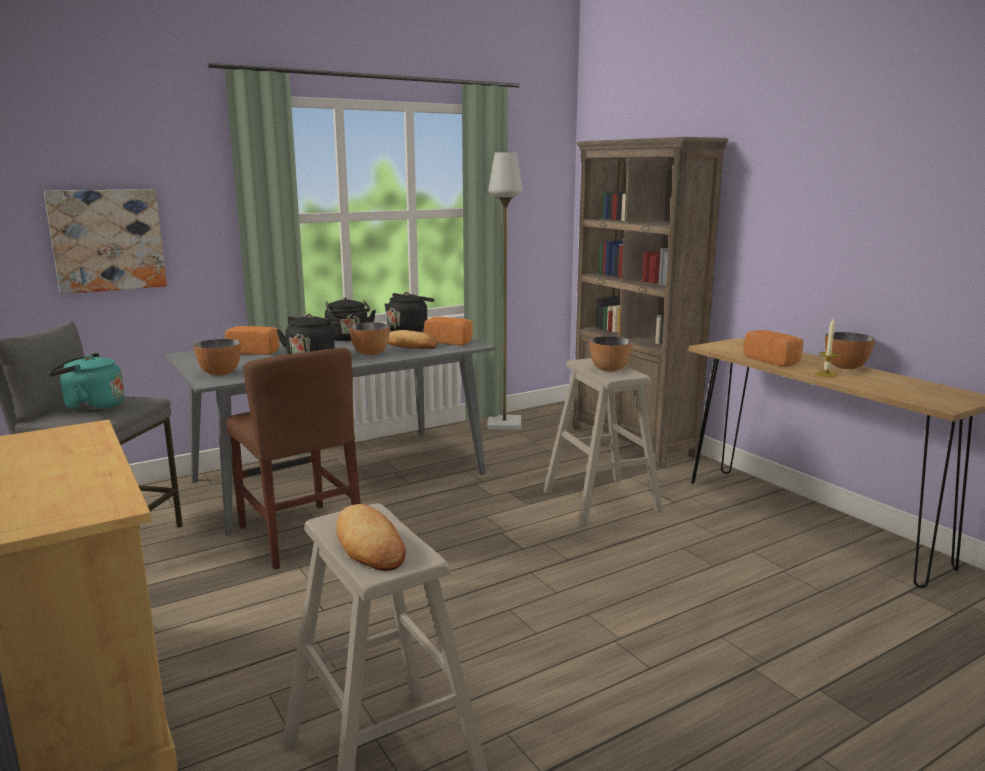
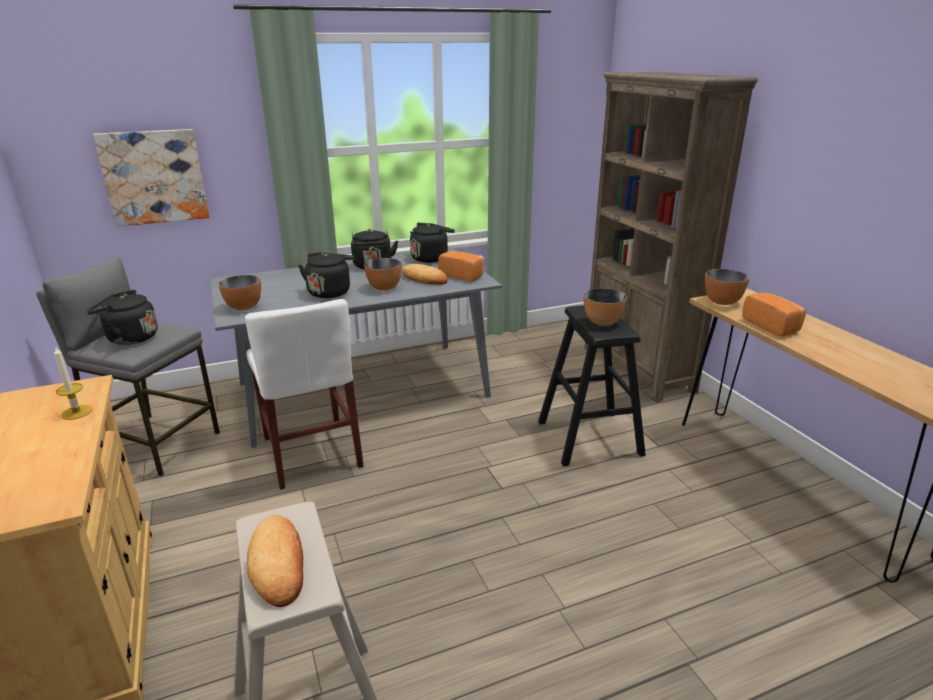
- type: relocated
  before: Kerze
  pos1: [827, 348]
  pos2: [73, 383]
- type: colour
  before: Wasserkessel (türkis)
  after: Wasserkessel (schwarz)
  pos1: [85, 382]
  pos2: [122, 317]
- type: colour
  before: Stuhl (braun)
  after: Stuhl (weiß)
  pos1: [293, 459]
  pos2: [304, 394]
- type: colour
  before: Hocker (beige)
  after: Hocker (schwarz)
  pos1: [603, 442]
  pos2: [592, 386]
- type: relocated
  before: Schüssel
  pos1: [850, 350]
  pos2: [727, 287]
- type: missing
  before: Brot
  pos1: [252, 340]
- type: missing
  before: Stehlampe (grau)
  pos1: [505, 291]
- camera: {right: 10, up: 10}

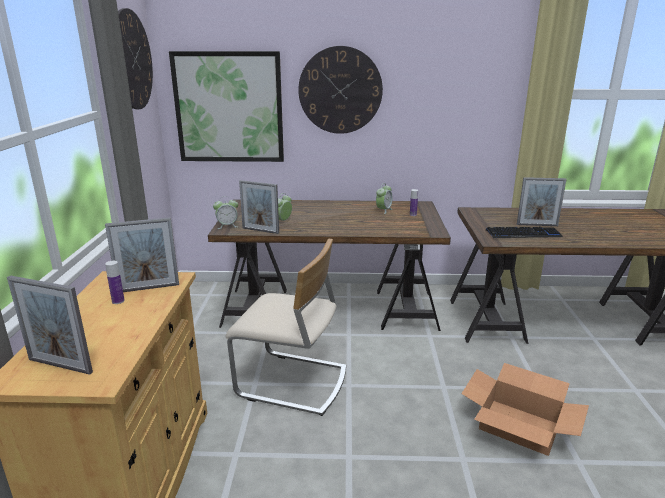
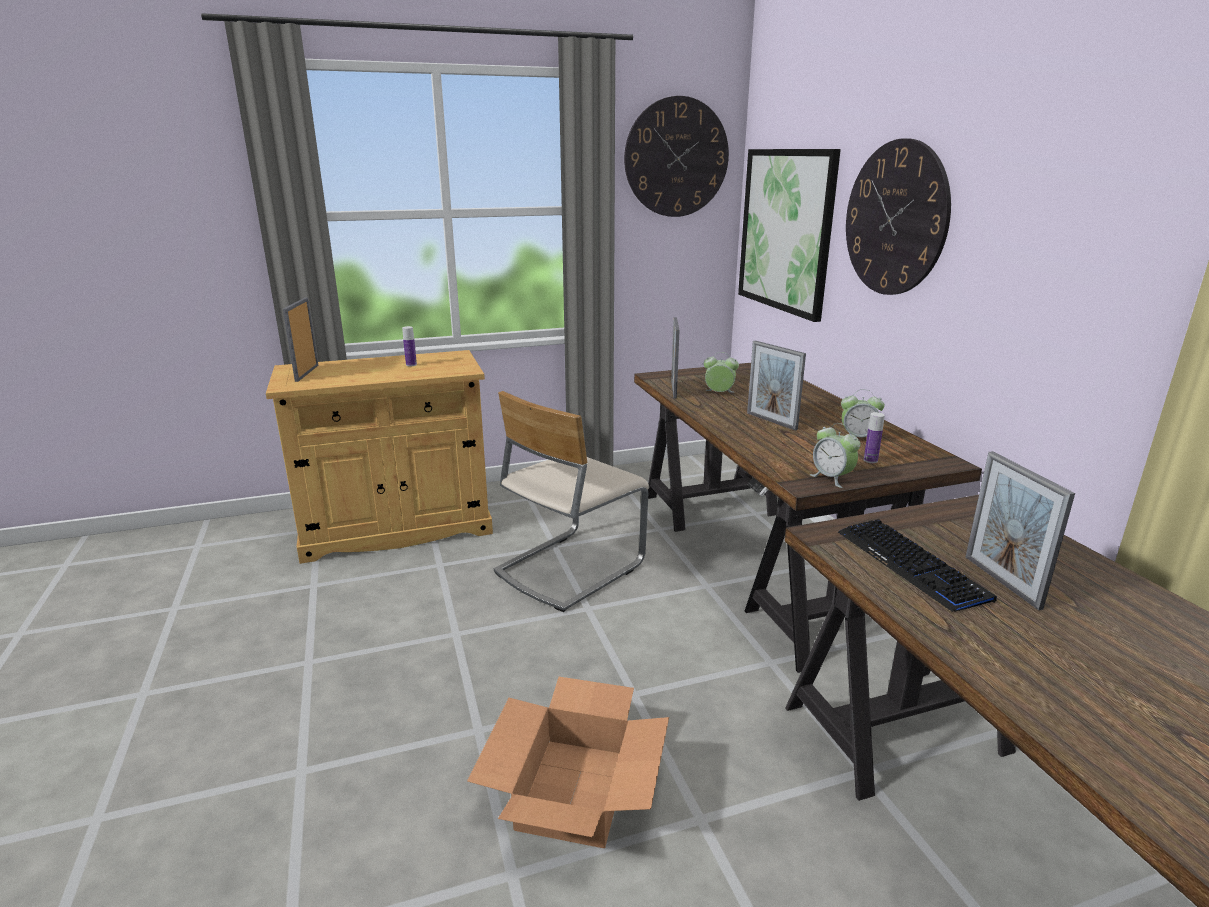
- type: spun
  before: Stuhl (beige)
  pos1: [285, 327]
  pos2: [571, 501]
  turn: 45
- type: relocated
  before: Bilderrahmen
  pos1: [142, 254]
  pos2: [776, 386]
- type: relocated
  before: Wecker
  pos1: [225, 212]
  pos2: [835, 455]
- camera: {right: 70, up: 0}

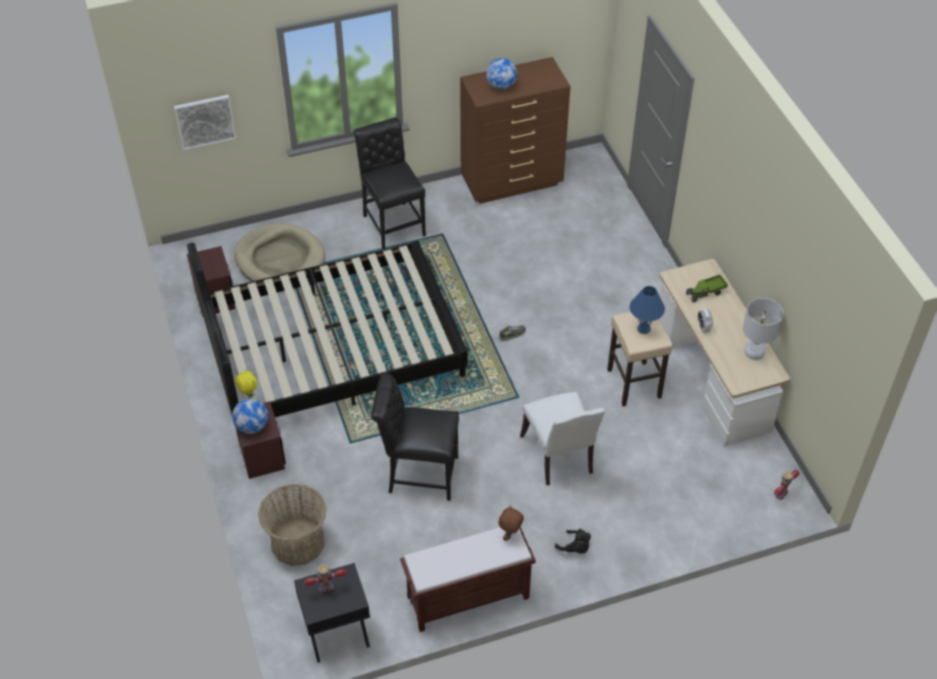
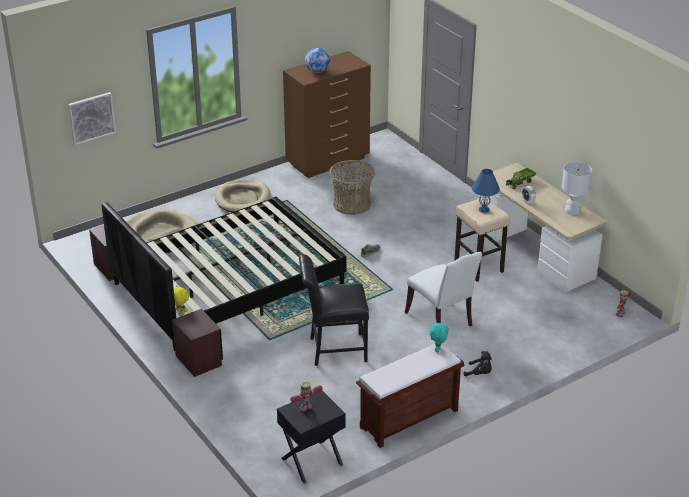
- type: exchanged
  before: Stuhl (schwarz)
  after: Hundebett (beige)
  pos1: [390, 183]
  pos2: [243, 195]
- type: relocated
  before: Korb
  pos1: [292, 525]
  pos2: [352, 187]
- type: colour
  before: Plüschtier (braun)
  after: Plüschtier (türkis)
  pos1: [511, 523]
  pos2: [439, 336]
- type: missing
  before: Globus
  pos1: [250, 416]
- camera: {right: -15, up: -15}

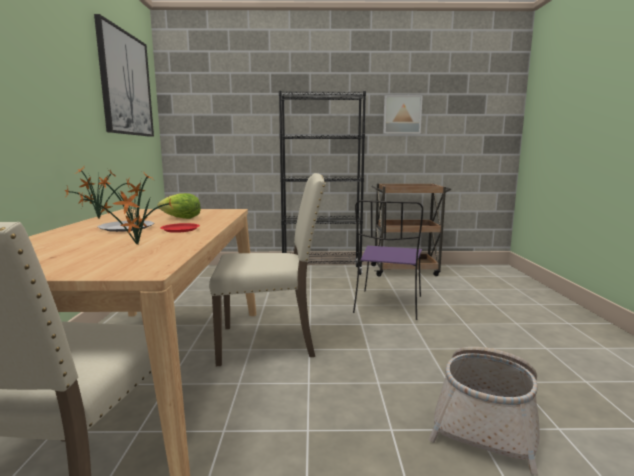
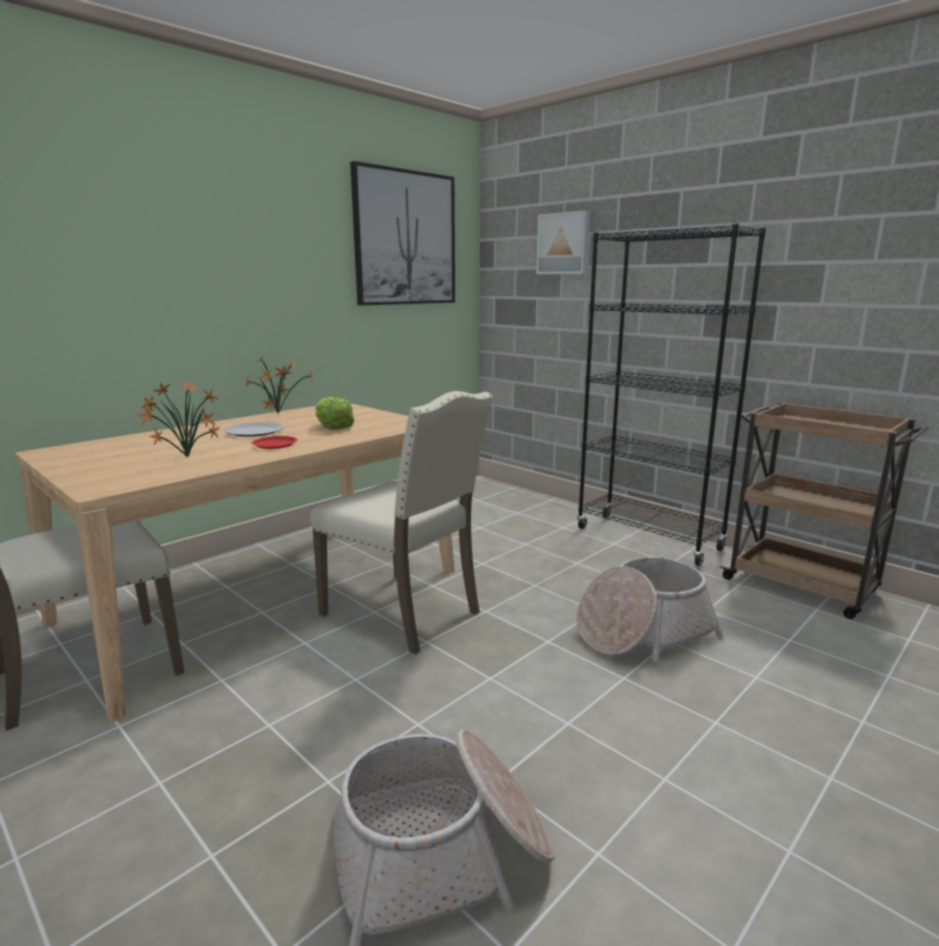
- type: relocated
  before: Bild
  pos1: [403, 114]
  pos2: [563, 242]
- type: exchanged
  before: Stuhl (lila)
  after: Korb
  pos1: [388, 260]
  pos2: [650, 609]
- camera: {right: 45, up: 5}

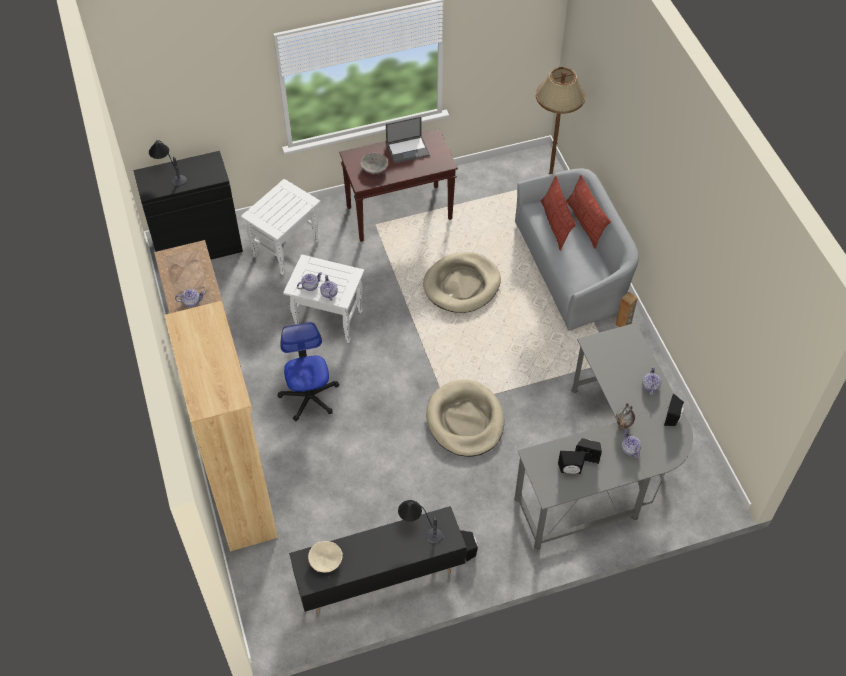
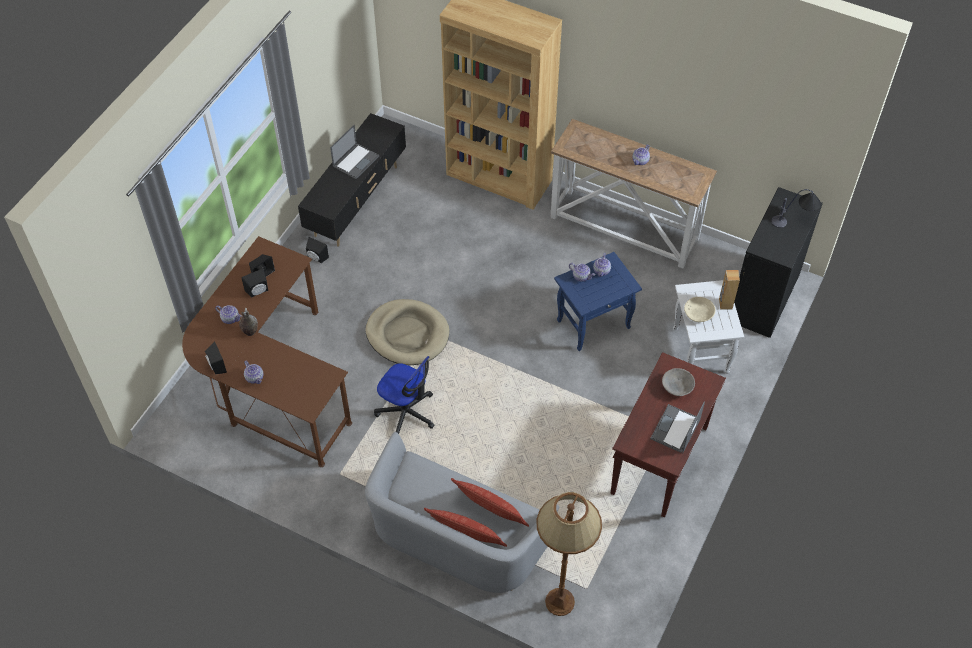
- type: colour
  before: Schreibtisch (grau)
  after: Schreibtisch (braun)
  pos1: [603, 436]
  pos2: [267, 351]
- type: appeared
  after: Laptop
  pos2: [354, 152]
- type: relocated
  before: Bürostuhl
  pos1: [308, 371]
  pos2: [404, 395]
- type: colour
  before: Beistelltisch (weiß)
  after: Beistelltisch (blau)
  pos1: [323, 298]
  pos2: [598, 301]
- type: relocated
  before: Schüssel (beige)
  pos1: [325, 556]
  pos2: [699, 309]
- type: relocated
  before: Lautsprecher (braun)
  pos1: [626, 309]
  pos2: [729, 290]
- type: missing
  before: Tischlampe
  pos1: [420, 522]
- type: missing
  before: Hundebett (beige)
  pos1: [462, 282]
- camera: {right: 135, up: 0}

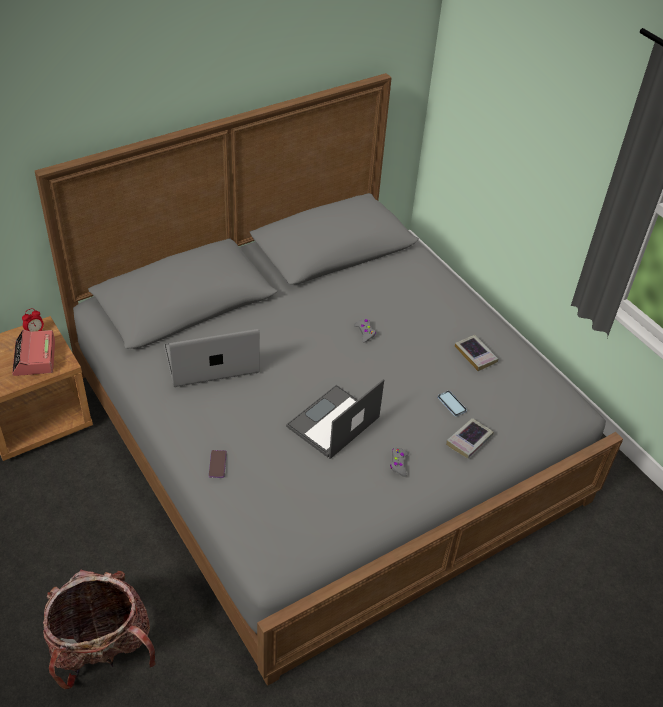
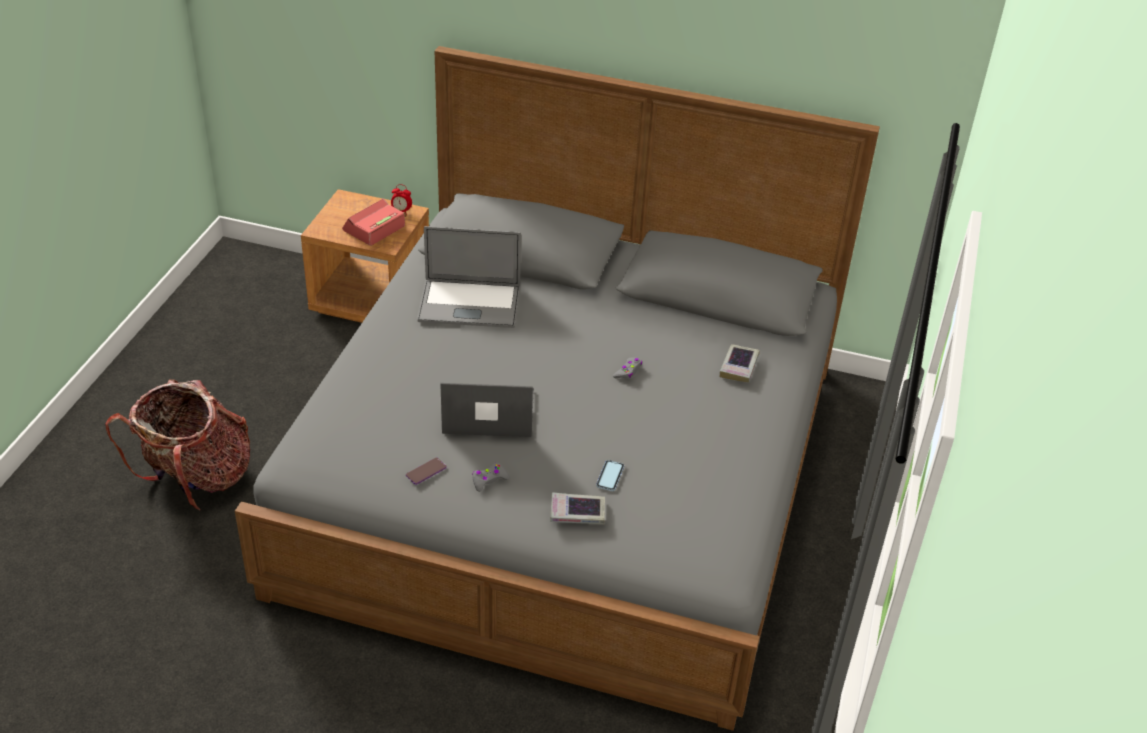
- type: relocated
  before: Handy
  pos1: [218, 464]
  pos2: [426, 471]
- type: spun
  before: Laptop
  pos1: [212, 358]
  pos2: [469, 277]
  turn: 150
- type: relocated
  before: Buch
  pos1: [476, 353]
  pos2: [740, 363]
- camera: {right: 50, up: -5}

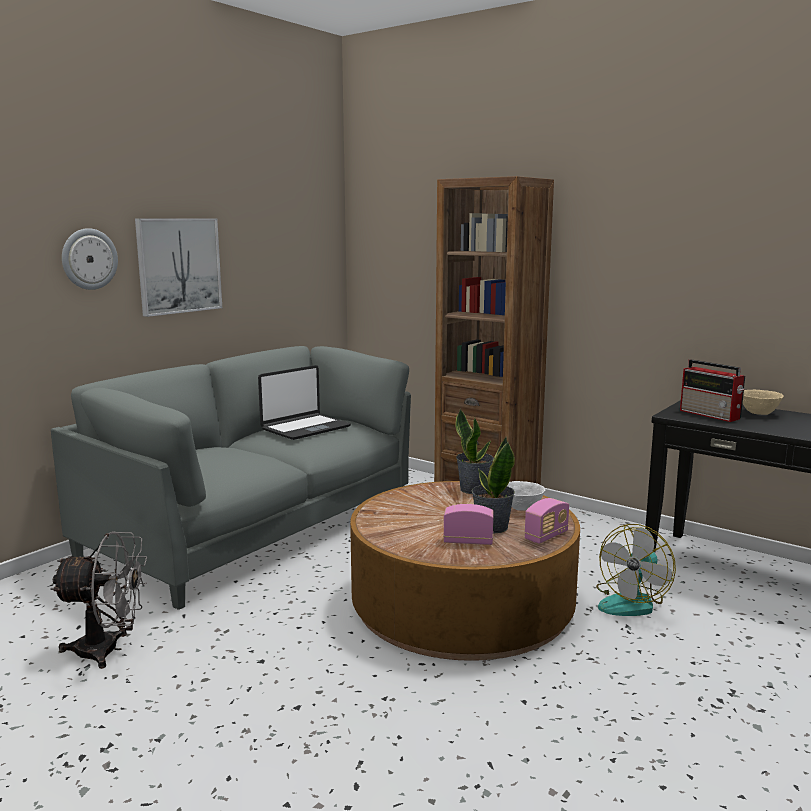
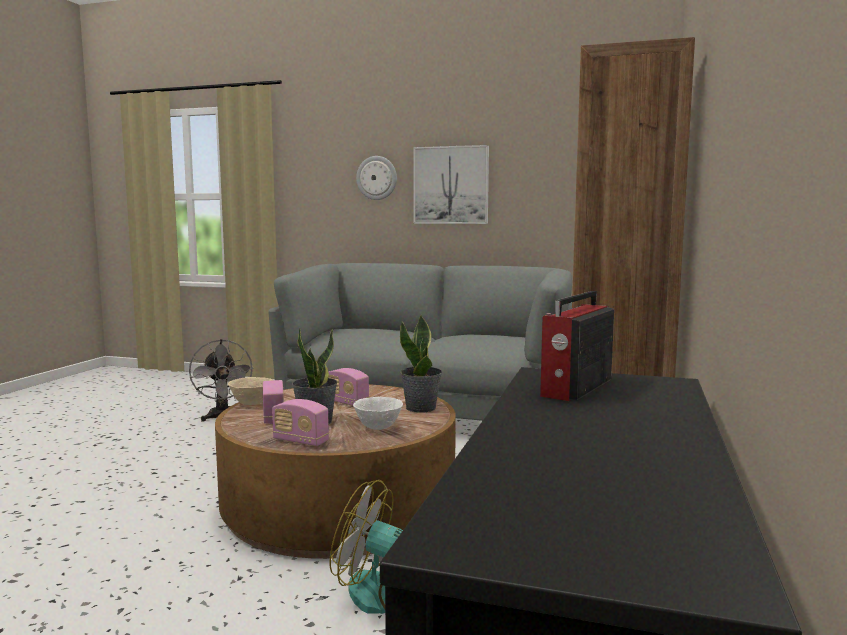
- type: relocated
  before: Schüssel (beige)
  pos1: [763, 402]
  pos2: [250, 391]
- type: appeared
  after: Radio
  pos2: [348, 387]
- type: missing
  before: Laptop
  pos1: [304, 402]
- camera: {right: 70, up: -5}

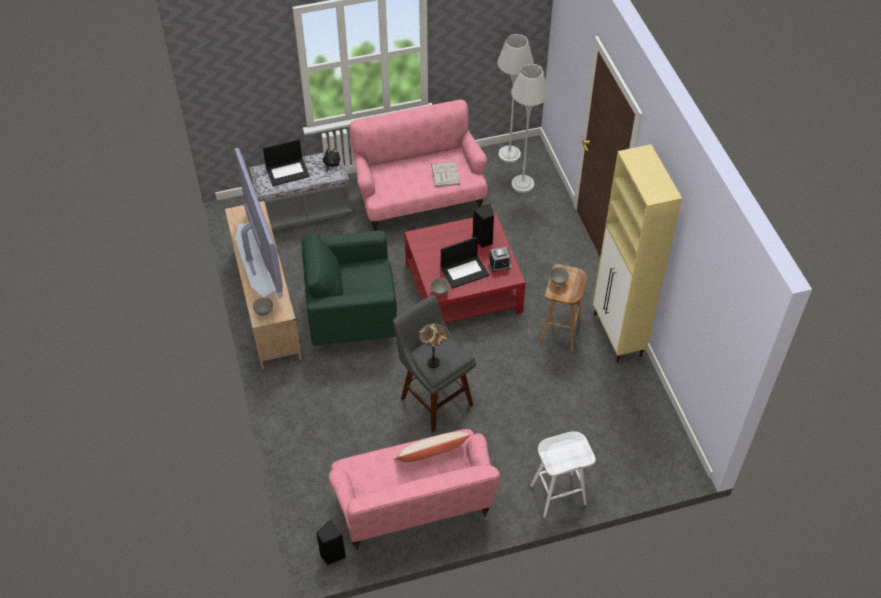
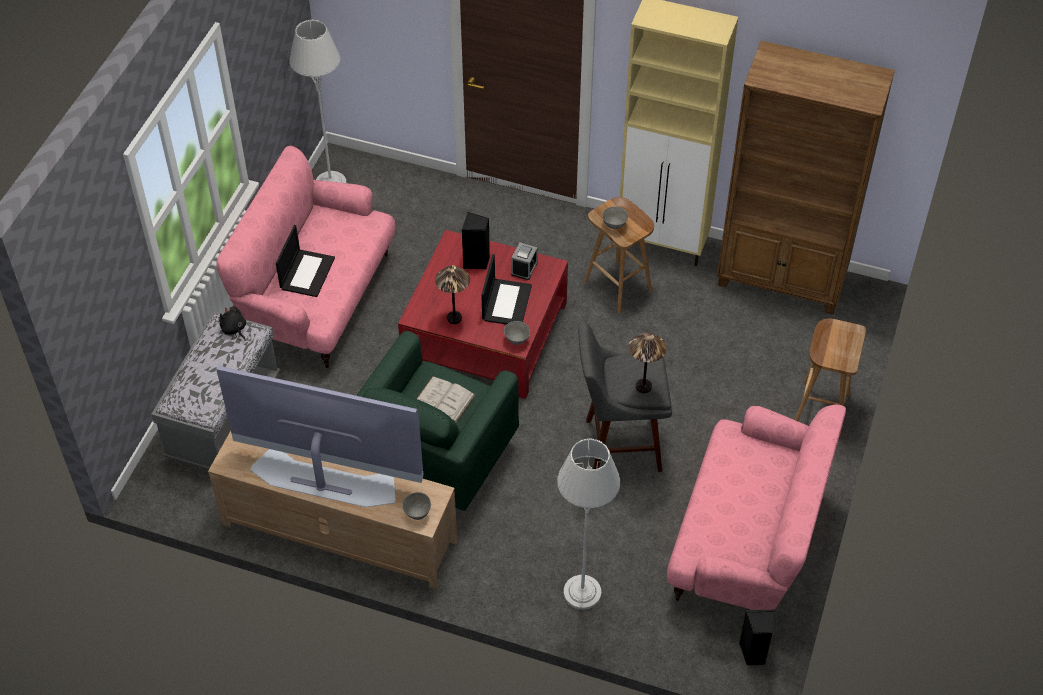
- type: relocated
  before: Laptop
  pos1: [286, 162]
  pos2: [305, 261]
- type: relocated
  before: Buch (weiß)
  pos1: [445, 174]
  pos2: [445, 399]
- type: appeared
  after: Tischlampe
  pos2: [452, 294]
- type: relocated
  before: Stehlampe (grau)
  pos1: [530, 128]
  pos2: [588, 524]
- type: appeared
  after: Bücherregal (braun)
  pos2: [806, 178]
- type: colour
  before: Hocker (weiß)
  after: Hocker (braun)
  pos1: [563, 474]
  pos2: [830, 377]
- type: missing
  before: Kissen (beige)
  pos1: [432, 447]
- camera: {right: -55, up: 0}

